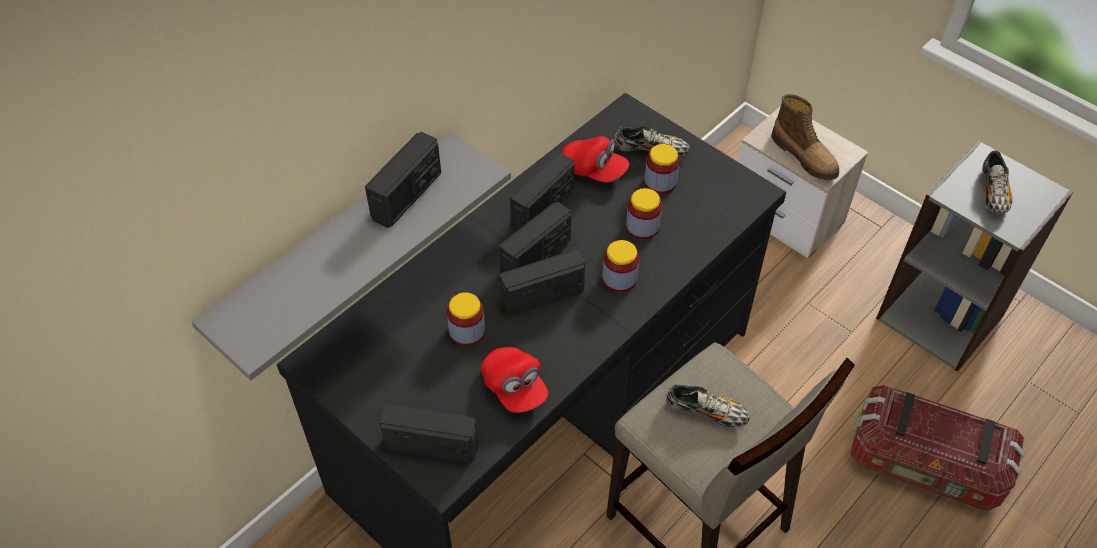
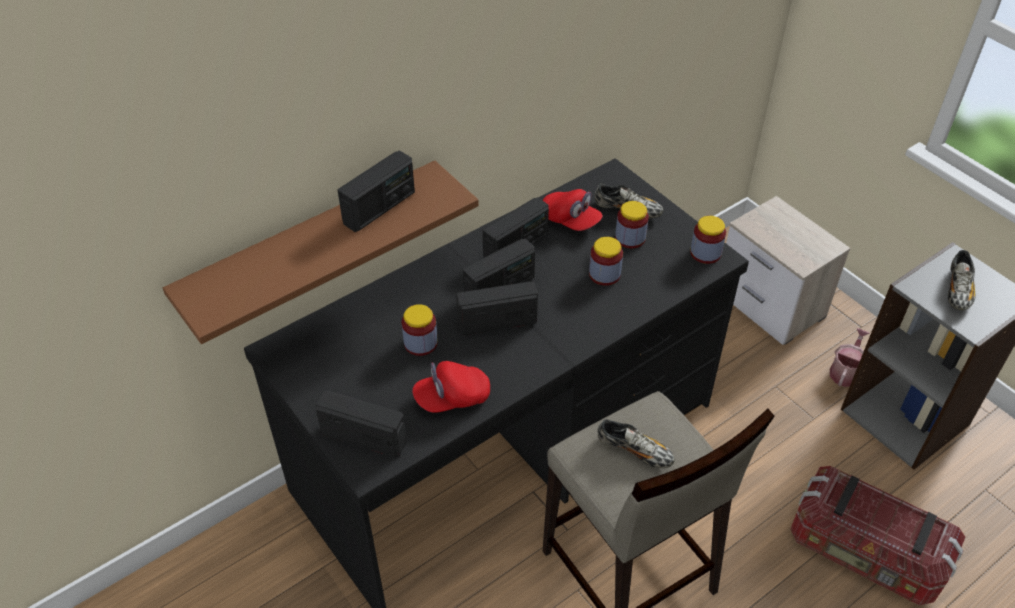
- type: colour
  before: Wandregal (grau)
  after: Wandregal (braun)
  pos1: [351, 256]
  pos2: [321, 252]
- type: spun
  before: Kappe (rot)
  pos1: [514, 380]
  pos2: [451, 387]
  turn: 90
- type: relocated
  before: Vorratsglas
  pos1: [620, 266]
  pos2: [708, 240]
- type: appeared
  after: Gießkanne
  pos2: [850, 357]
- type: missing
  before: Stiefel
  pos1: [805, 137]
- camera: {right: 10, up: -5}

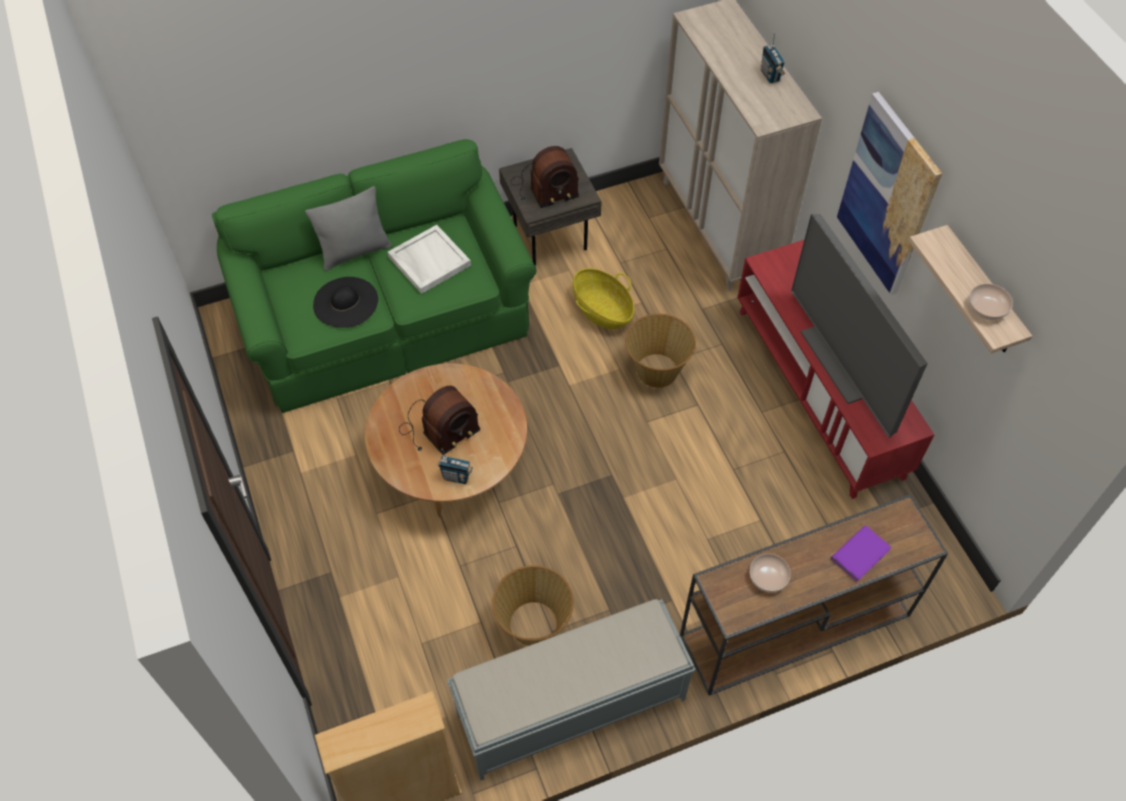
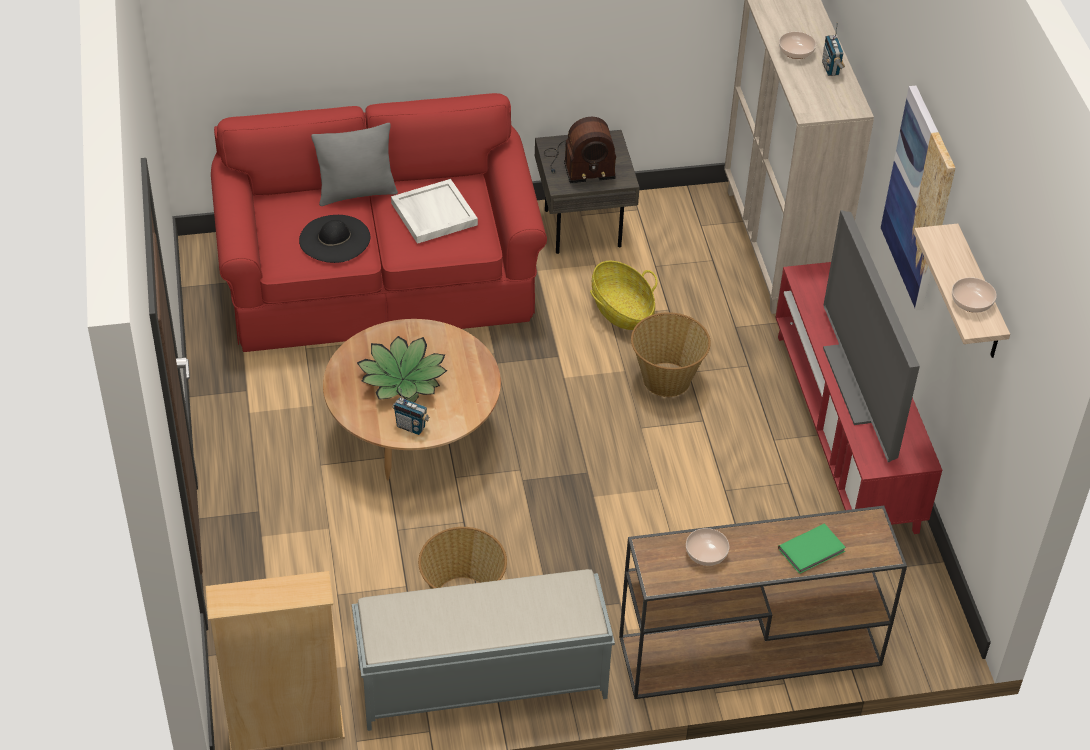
- type: colour
  before: Sofa (grün)
  after: Sofa (rot)
  pos1: [374, 276]
  pos2: [379, 222]
- type: exchanged
  before: Radio
  after: Topfpflanze
  pos1: [439, 420]
  pos2: [402, 369]
- type: colour
  before: Buch (lila)
  after: Buch (grün)
  pos1: [861, 553]
  pos2: [812, 549]
- type: appeared
  after: Schüssel
  pos2: [797, 45]
- camera: {right: 10, up: -10}

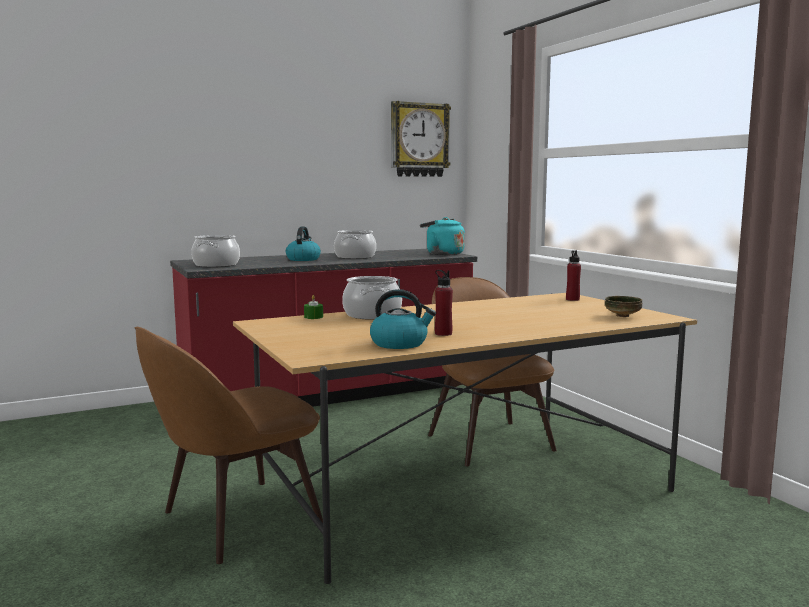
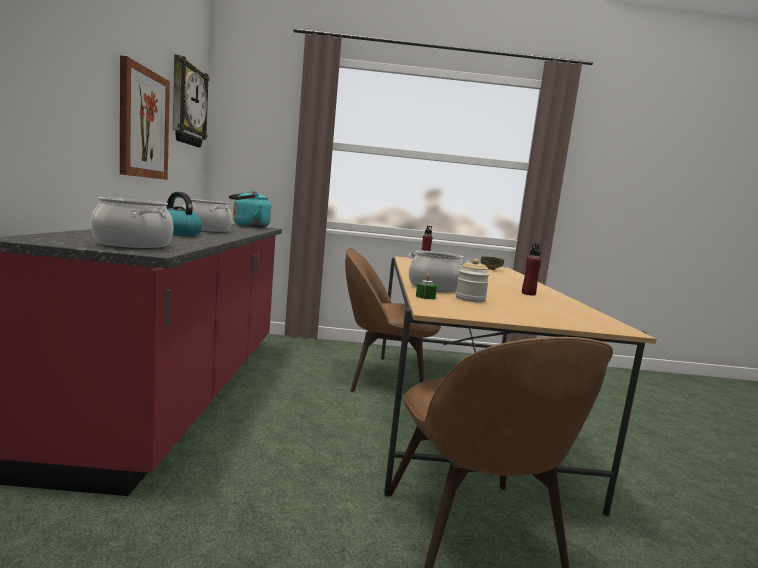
- type: appeared
  after: Bild
  pos2: [145, 117]
- type: appeared
  after: Vorratsglas
  pos2: [473, 280]
- type: missing
  before: Wasserkessel
  pos1: [403, 319]
- camera: {right: -65, up: 0}

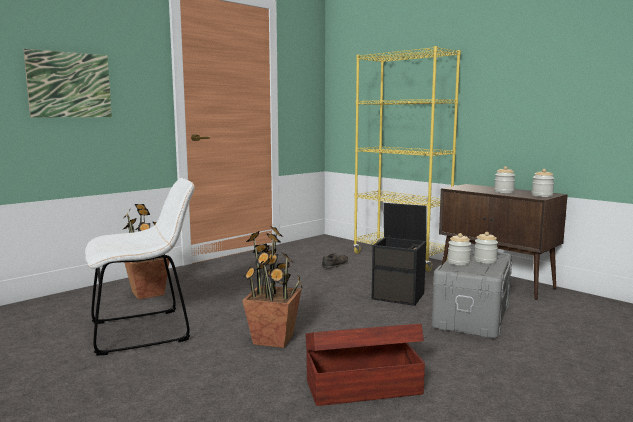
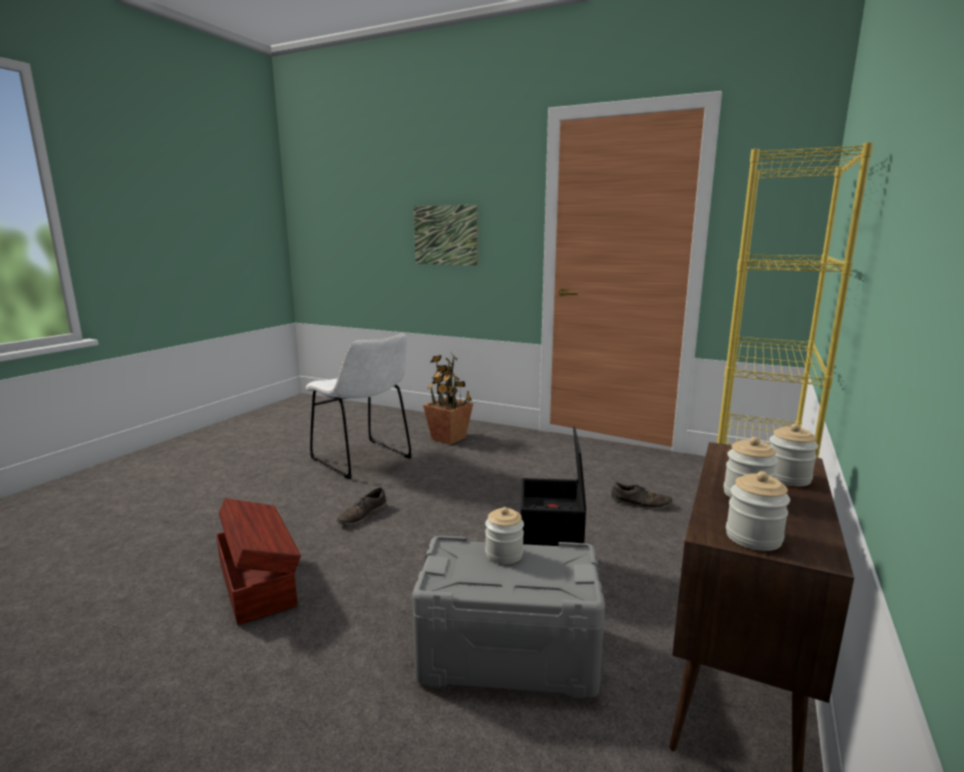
- type: exchanged
  before: Topfpflanze
  after: Schuh (braun)
  pos1: [272, 287]
  pos2: [361, 506]
- type: relocated
  before: Vorratsglas
  pos1: [486, 248]
  pos2: [793, 454]
- camera: {right: 70, up: 5}

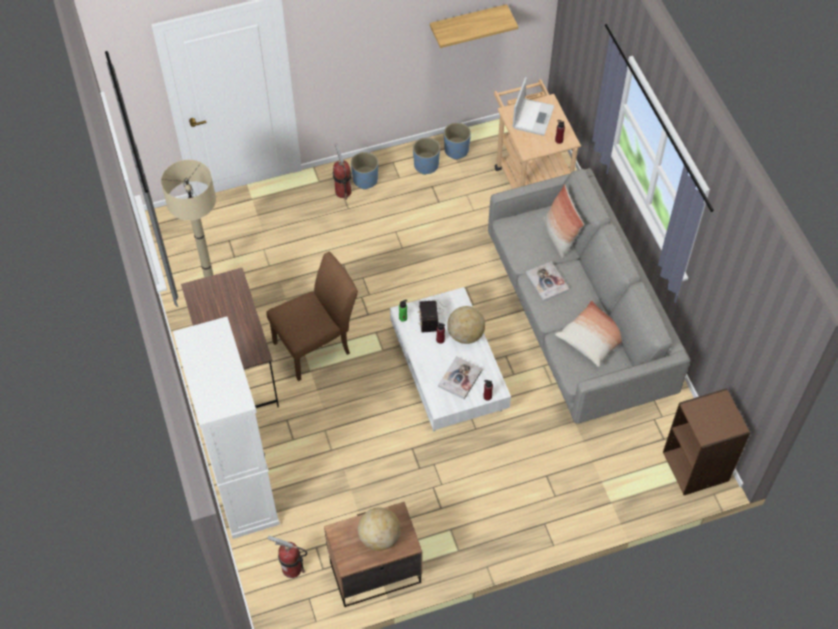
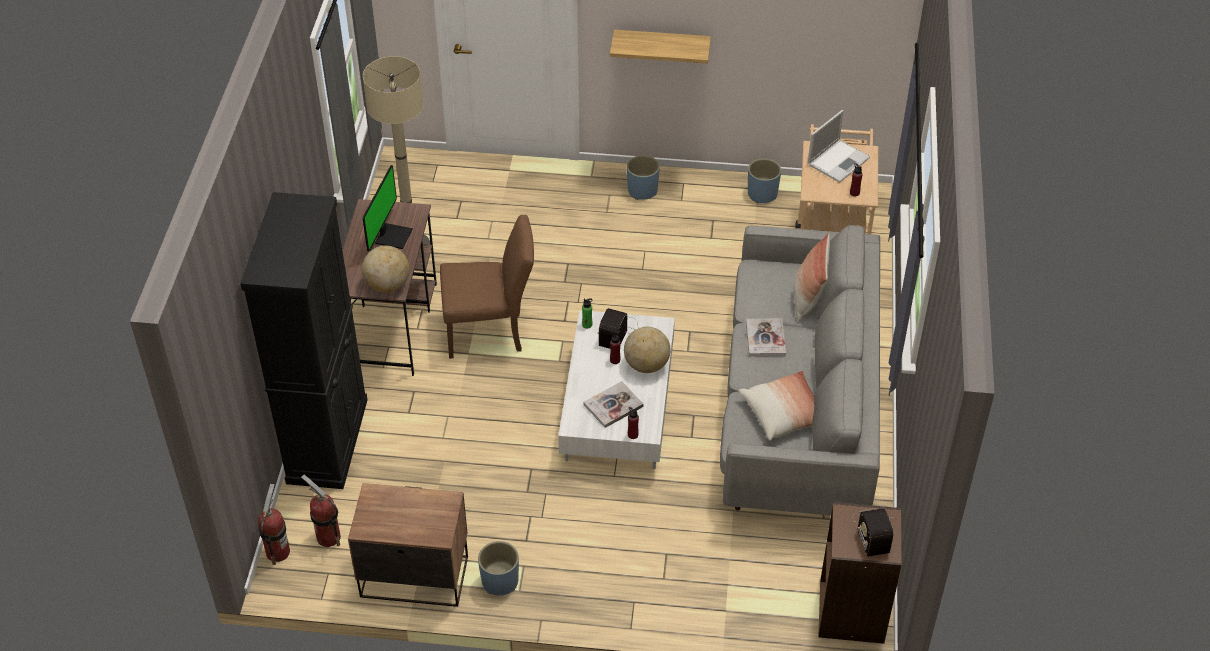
- type: colour
  before: Schrank (weiß)
  after: Schrank (schwarz)
  pos1: [226, 428]
  pos2: [304, 340]
- type: relocated
  before: Feuerlöscher
  pos1: [342, 171]
  pos2: [274, 524]
- type: relocated
  before: Globus
  pos1: [379, 529]
  pos2: [385, 269]
- type: appeared
  after: Monitor
  pos2: [388, 208]
- type: relocated
  before: Pflanzkübel (blau)
  pos1: [426, 156]
  pos2: [498, 568]
- type: relocated
  before: Wandregal
  pos1: [474, 26]
  pos2: [660, 47]
- type: appeared
  after: Radio
  pos2: [872, 532]
- camera: {right: 25, up: -10}

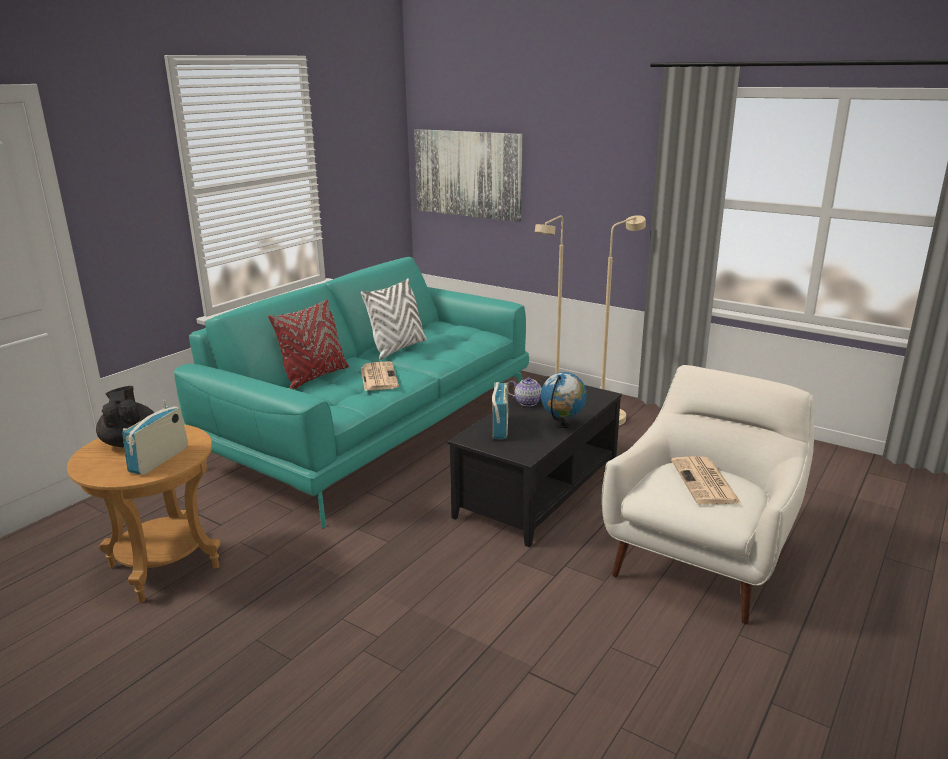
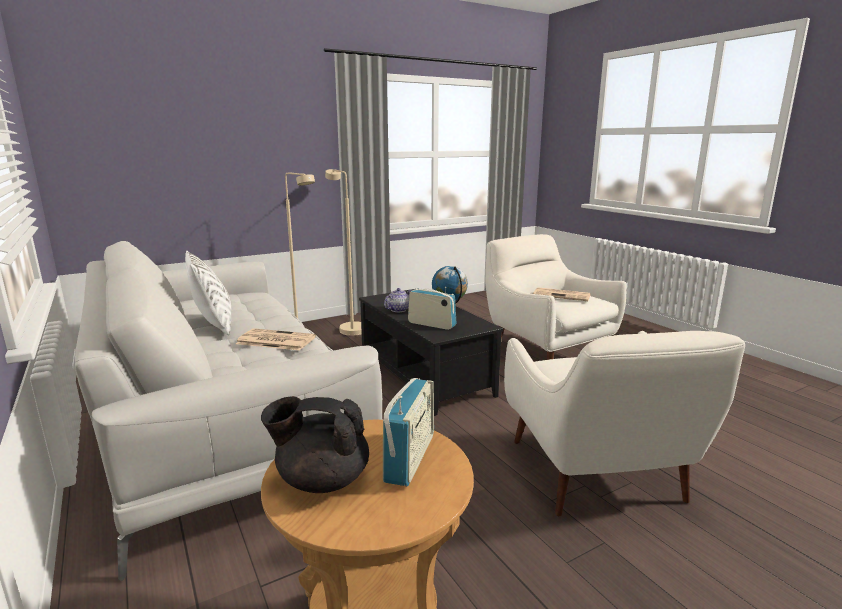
- type: colour
  before: Sofa (türkis)
  after: Sofa (weiß)
  pos1: [351, 392]
  pos2: [228, 411]
- type: spun
  before: Radio
  pos1: [155, 437]
  pos2: [408, 432]
  turn: -120
- type: appeared
  after: Sessel (weiß)
  pos2: [624, 423]
- type: missing
  before: Kissen (rot)
  pos1: [308, 344]
- type: missing
  before: Bild
  pos1: [468, 175]
- camera: {right: -65, up: -5}

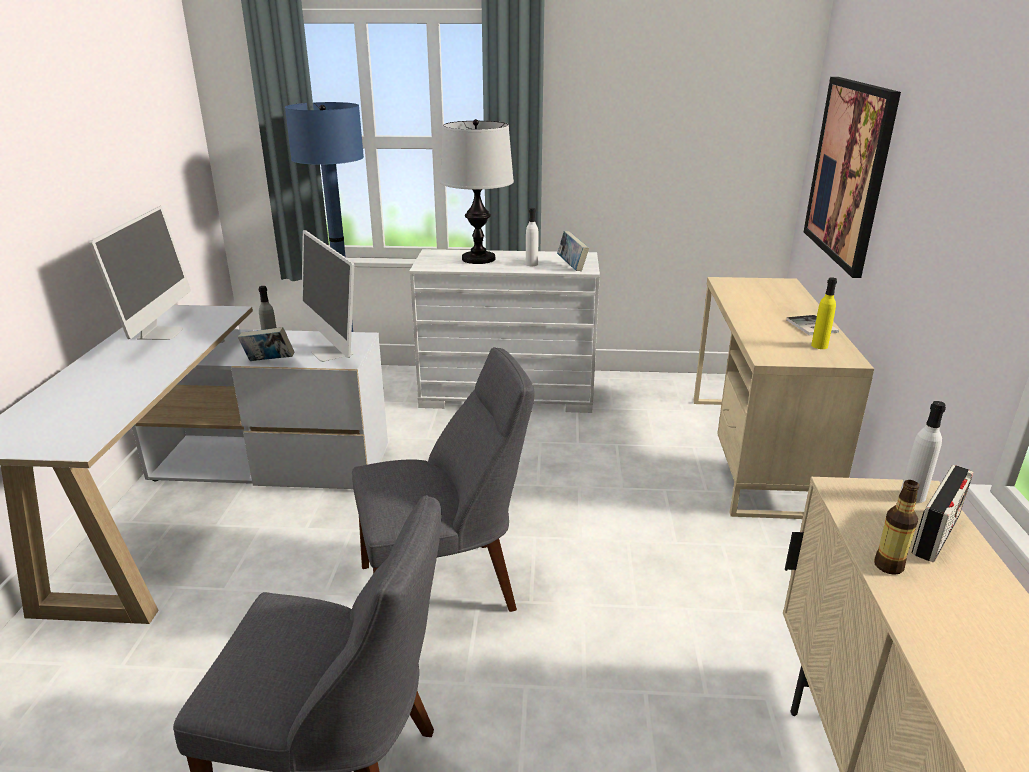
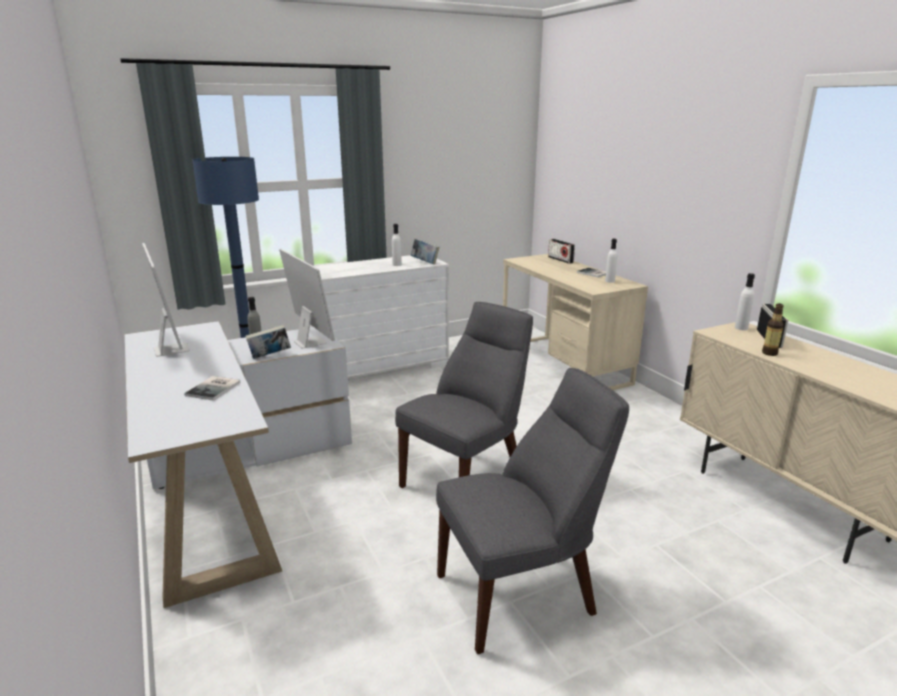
- type: appeared
  after: Buch
  pos2: [212, 388]
- type: spun
  before: Monitor
  pos1: [327, 296]
  pos2: [307, 298]
  turn: -150
- type: appeared
  after: Radio
  pos2: [561, 251]
- type: colour
  before: Flasche (gelb)
  after: Flasche (weiß)
  pos1: [824, 313]
  pos2: [611, 261]
- type: missing
  before: Tischlampe
  pos1: [477, 191]
- type: missing
  before: Bild
  pos1: [852, 177]
- camera: {right: -30, up: -5}

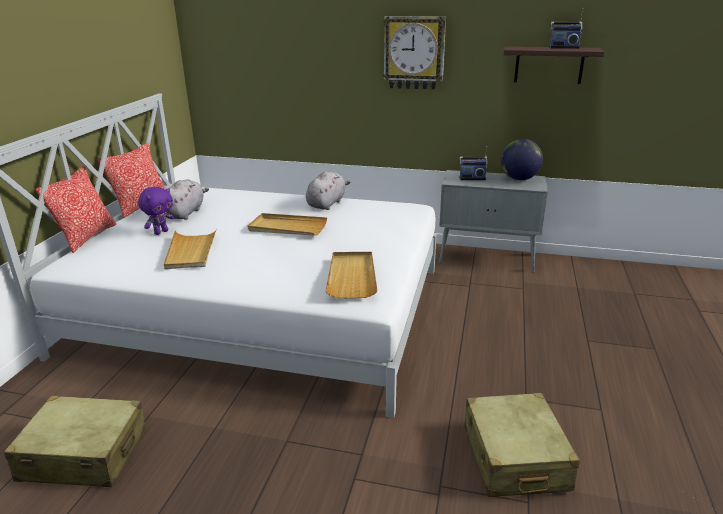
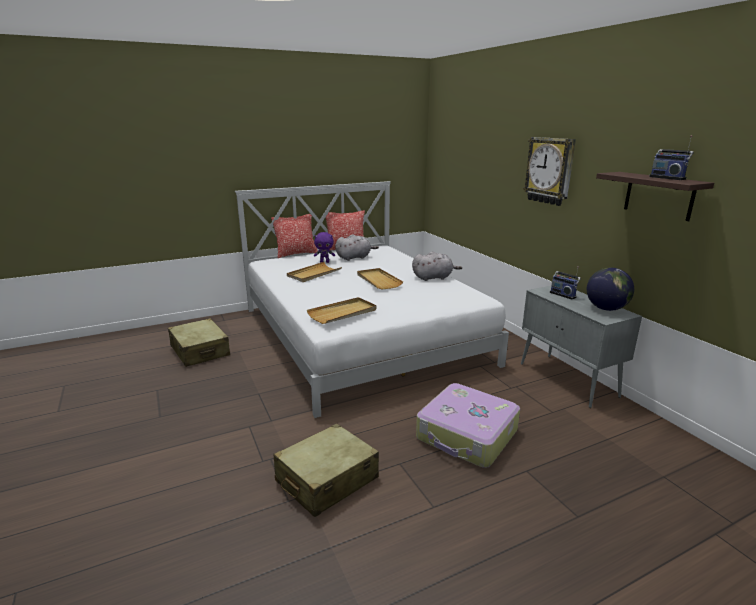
- type: appeared
  after: Koffer
  pos2: [468, 425]
- camera: {right: 50, up: -5}

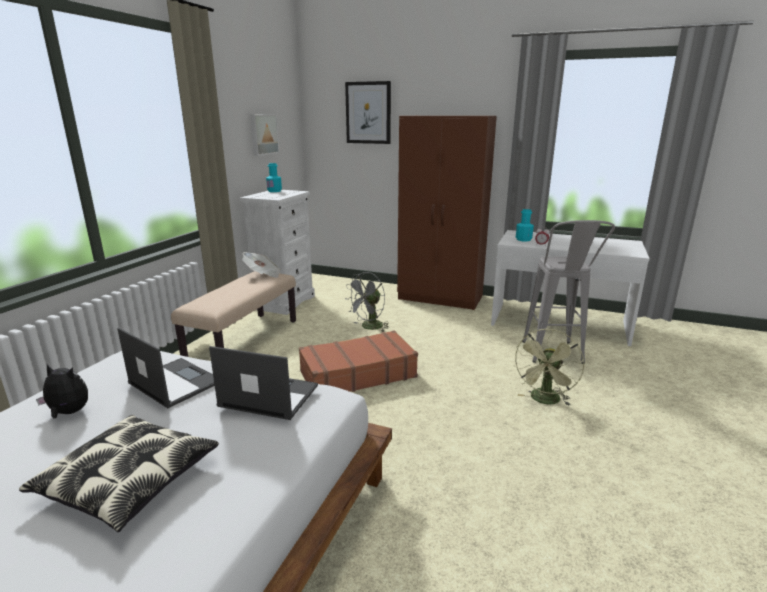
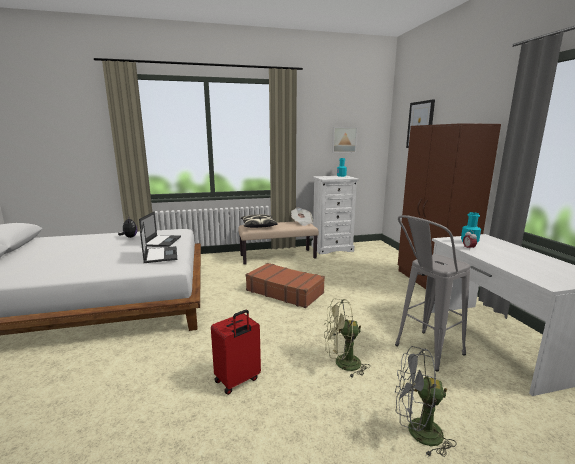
- type: appeared
  after: Koffer (rot)
  pos2: [236, 352]
- type: relocated
  before: Kissen
  pos1: [119, 473]
  pos2: [259, 221]
- type: relocated
  before: Ventilator (grau)
  pos1: [367, 302]
  pos2: [426, 401]
- camera: {right: 55, up: -5}

